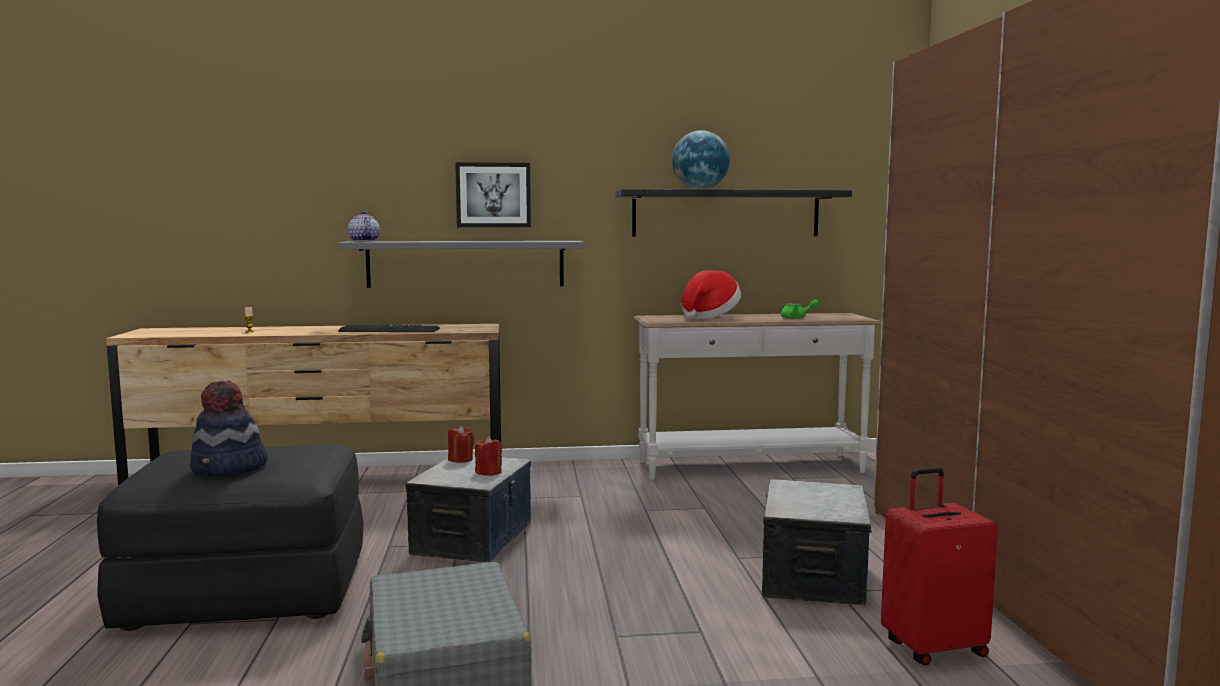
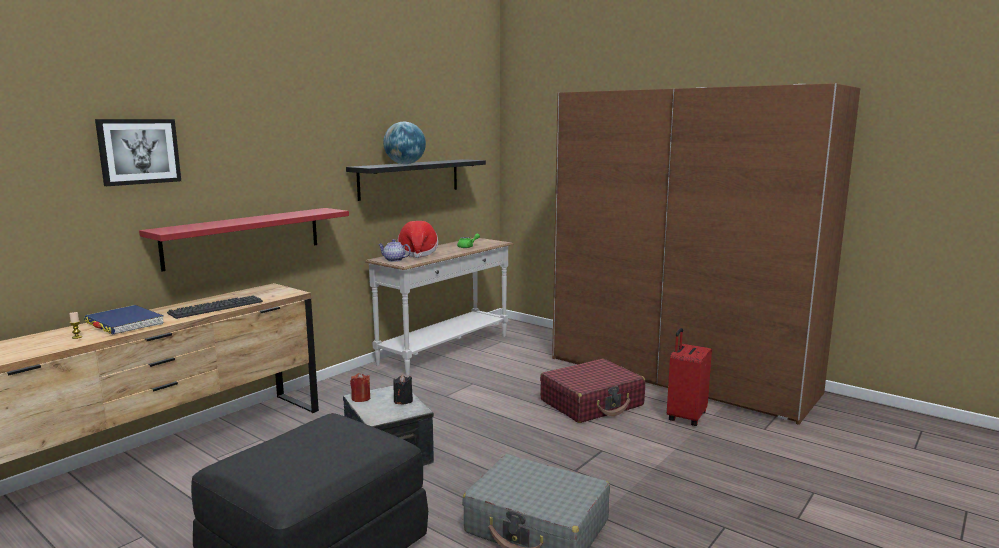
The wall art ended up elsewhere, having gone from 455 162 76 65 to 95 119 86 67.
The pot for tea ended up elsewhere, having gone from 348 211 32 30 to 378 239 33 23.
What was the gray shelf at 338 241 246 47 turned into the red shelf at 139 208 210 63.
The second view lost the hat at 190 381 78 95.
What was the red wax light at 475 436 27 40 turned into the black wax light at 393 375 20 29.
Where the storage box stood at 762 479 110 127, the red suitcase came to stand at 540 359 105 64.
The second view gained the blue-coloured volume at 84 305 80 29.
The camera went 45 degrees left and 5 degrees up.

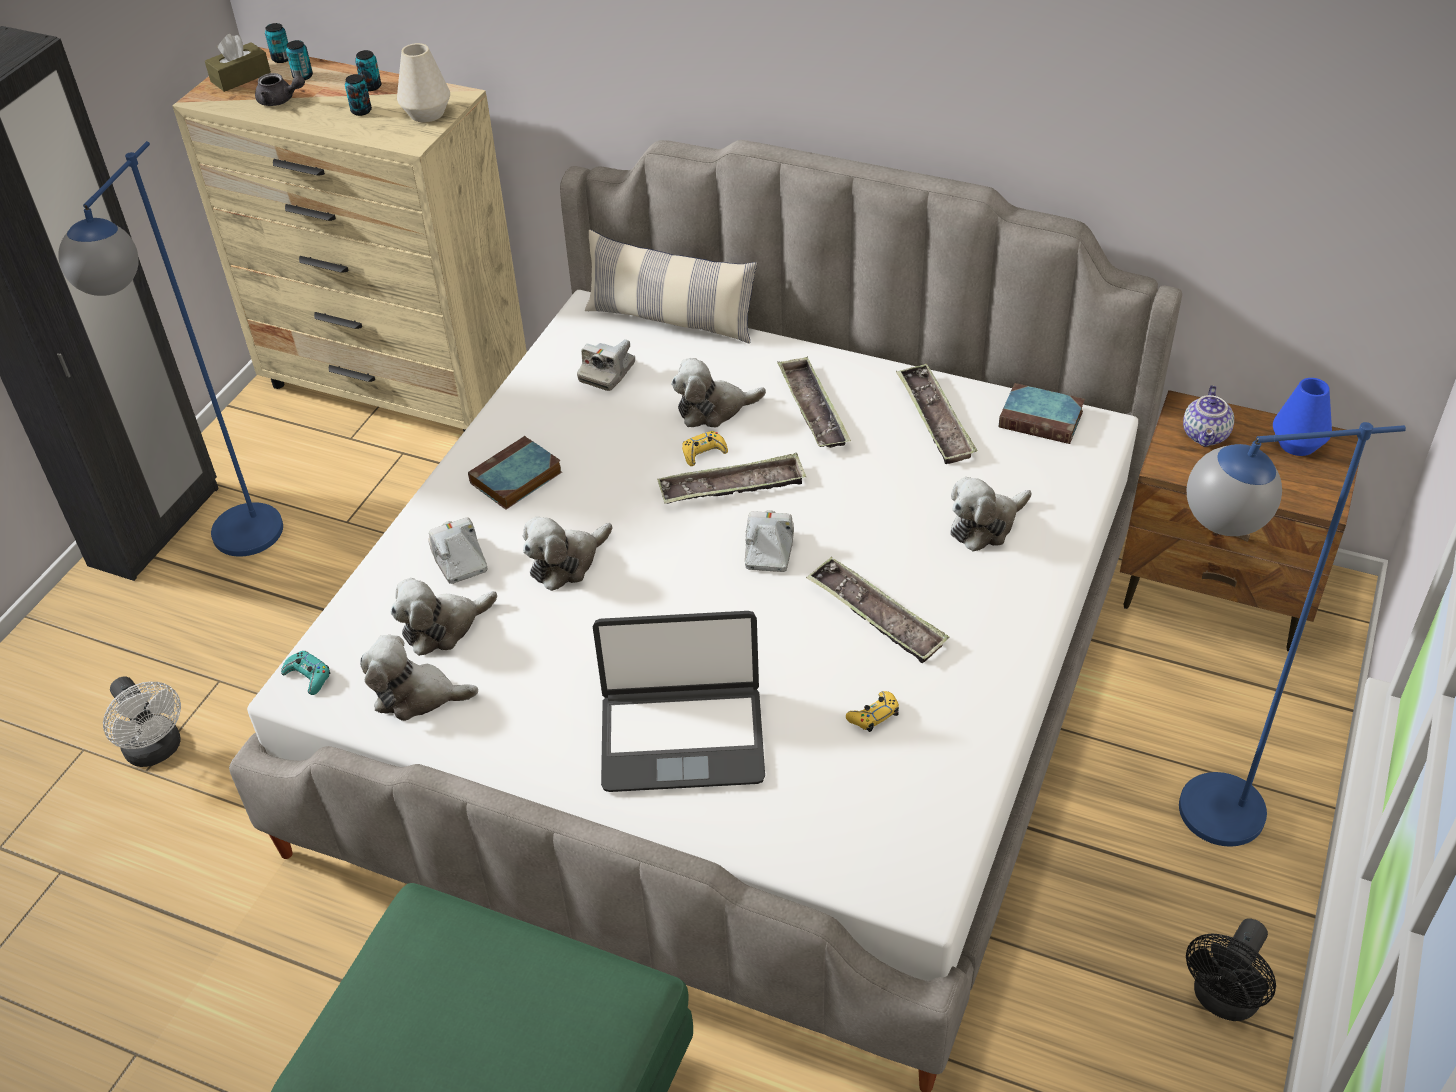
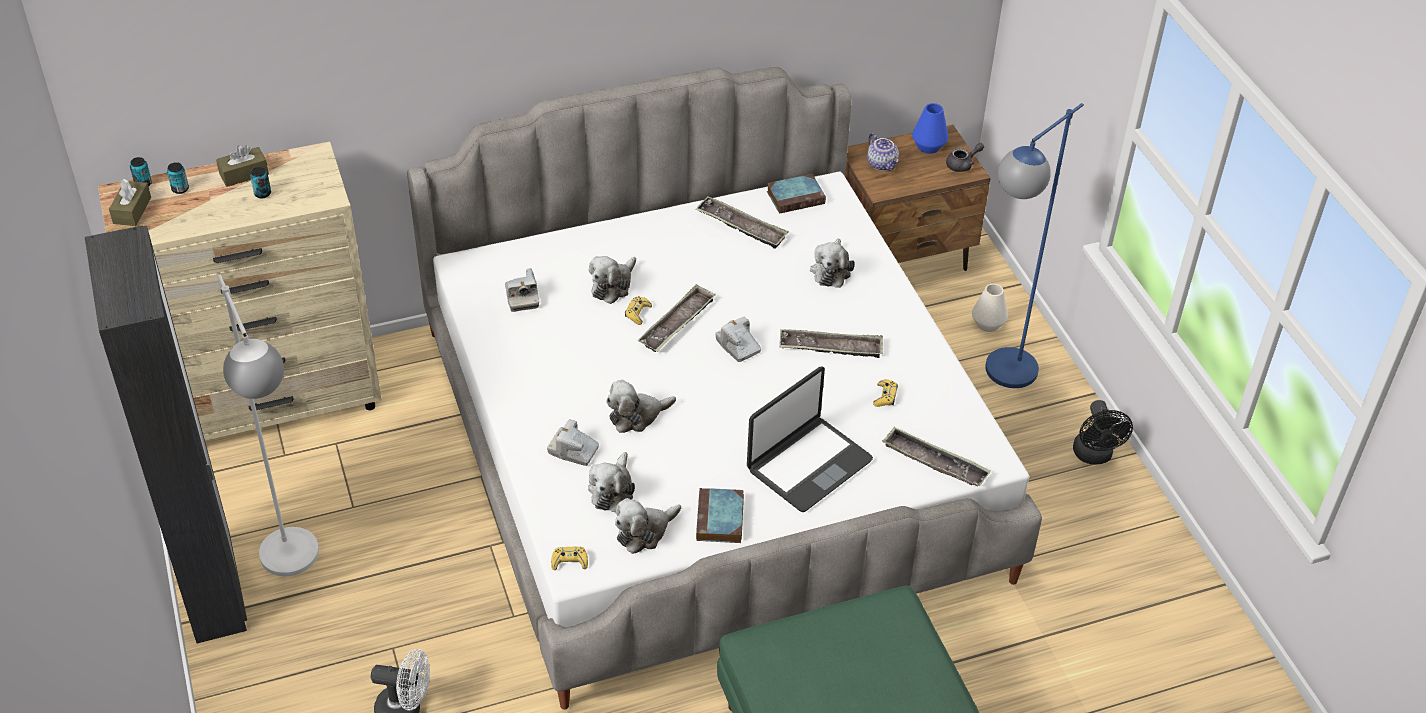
The white flower vase ended up elsewhere, having gone from 397 43 53 80 to 972 284 36 48.
Where the metal can stood at 355 50 26 41, the brown tissue holder came to stand at 216 145 53 42.
The gray pot for tea ended up elsewhere, having gone from 255 73 50 33 to 946 143 38 29.
What was the blue-coloured standard lamp at 58 141 225 415 turned into the white standard lamp at 217 274 102 302.
The second view lost the cushion at 585 229 172 115.
The tray ended up elsewhere, having gone from 777 357 74 91 to 882 426 109 60.
The volume ended up elsewhere, having gone from 468 436 94 74 to 696 488 48 55.
The cuddly toy at 523 516 90 75 ended up facing another way, 60 degrees clockwise from before.
What was the turquoise-coloured gamepad at 281 651 49 44 turned into the yellow-coloured gamepad at 551 547 37 23.
The camera went 45 degrees left and 0 degrees up.

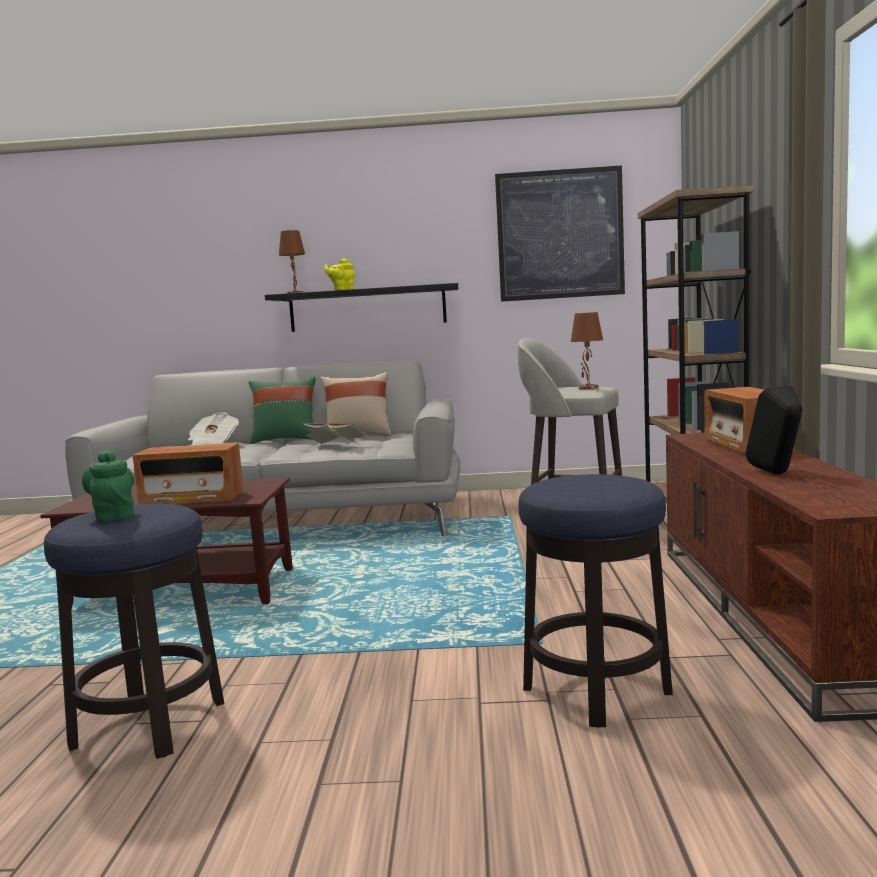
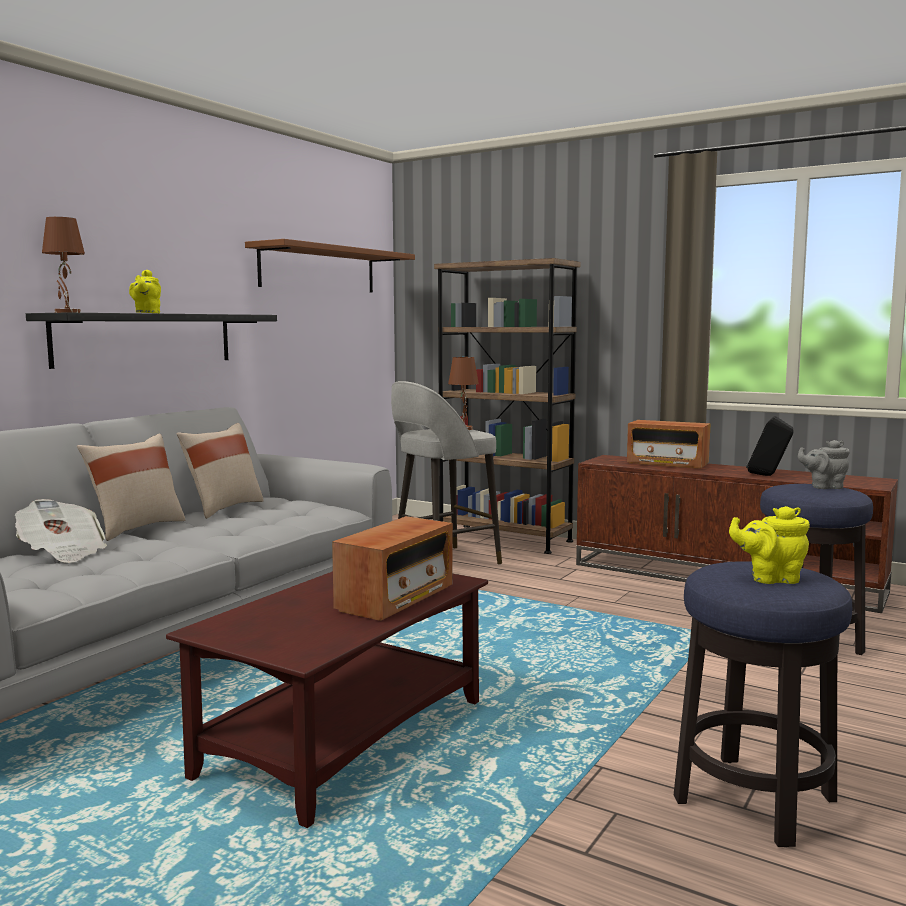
Where the wall art hung at 495 165 130 137, the brown shelf came to hang at 245 239 170 54.
What was the greenish cushion at 249 377 67 67 turned into the beige cushion at 77 434 108 107.
The second view lost the volume at 303 423 64 21.
What was the greenish pot for tea at 82 450 52 73 turned into the yellow-coloured pot for tea at 729 506 81 78.
The second view gained the gray pot for tea at 798 440 52 49.
The camera went 60 degrees left and 0 degrees up.

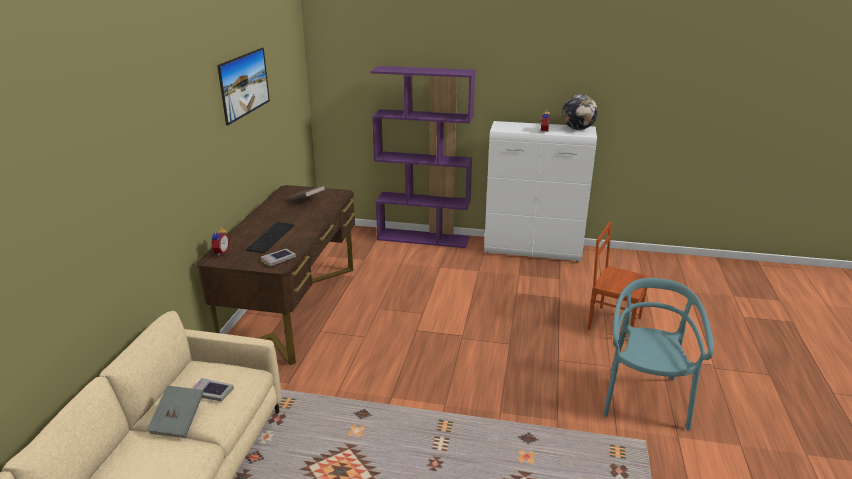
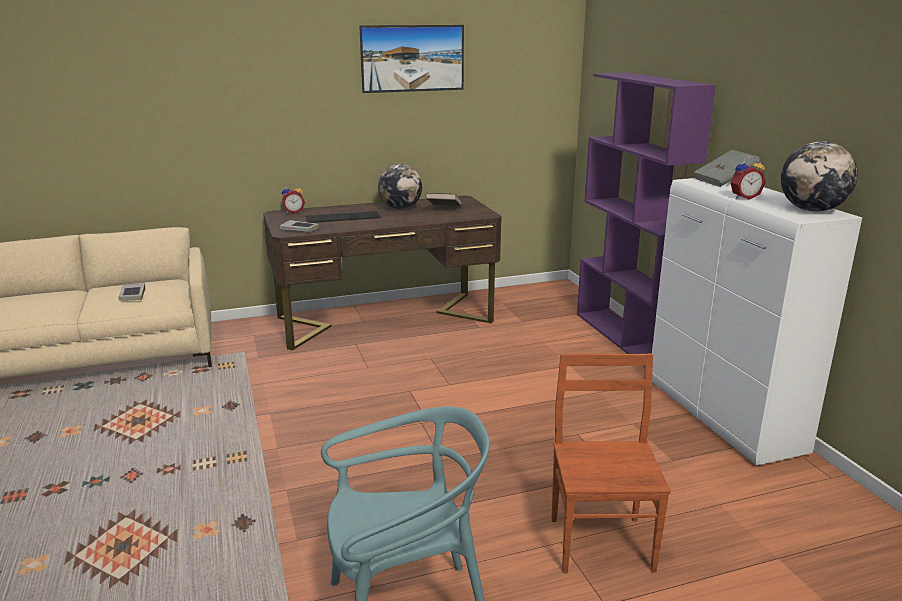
The gray volume ended up elsewhere, having gone from 147 386 57 52 to 694 150 66 37.
The second view gained the desk globe at 378 164 44 45.
The camera went 60 degrees right and 5 degrees down.

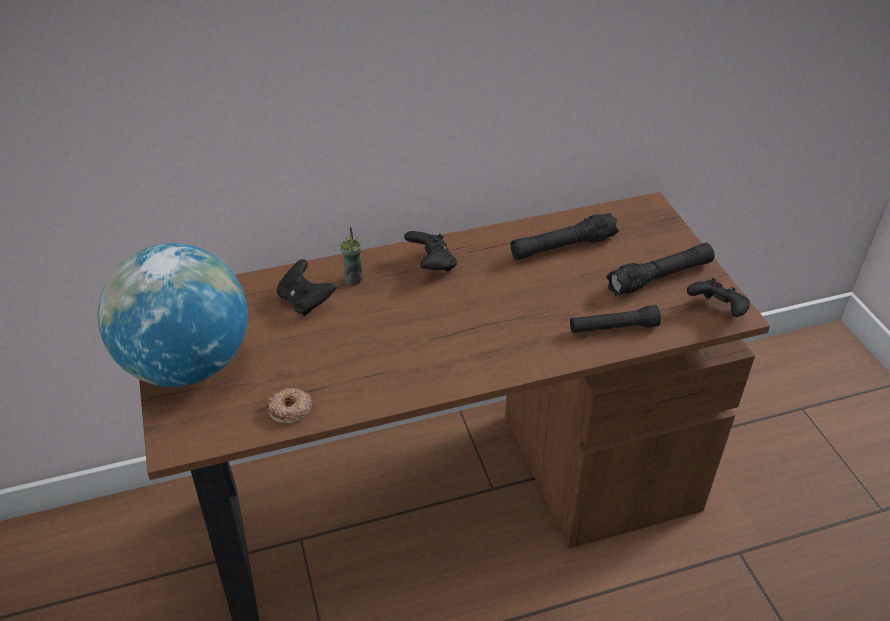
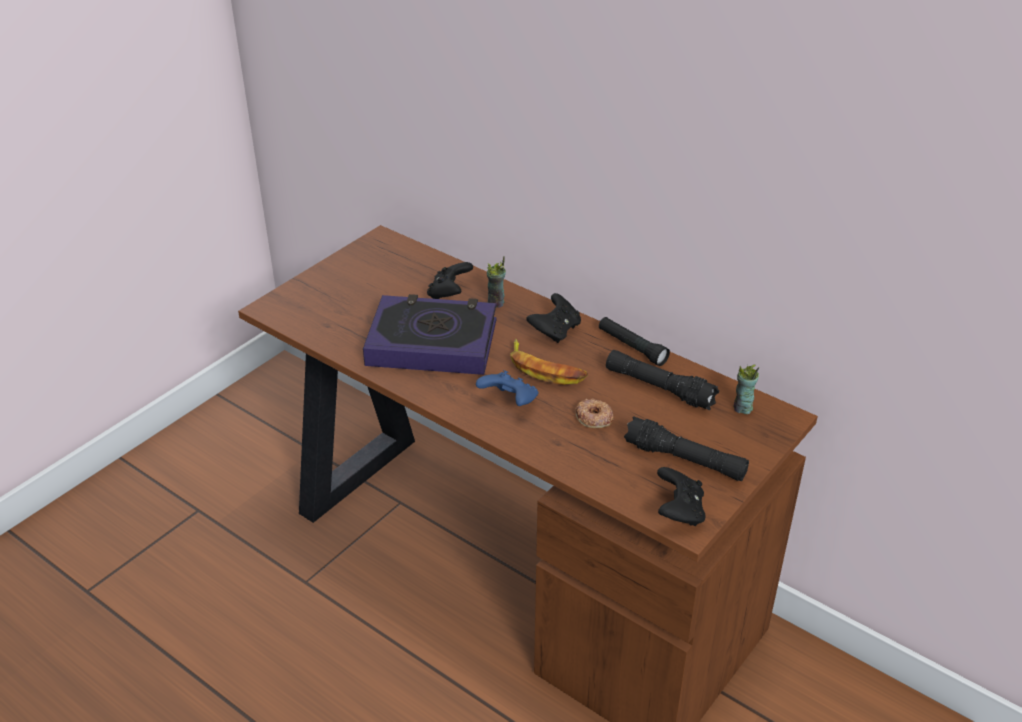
The second view lost the desk globe at 98 243 150 144.
The black torch ended up elsewhere, having gone from 570 305 91 28 to 599 317 71 49.
The ring doughnut ended up elsewhere, having gone from 267 388 45 35 to 575 398 39 30.
The second view gained the volume at 363 294 134 81.
The second view gained the banana at 510 339 78 46.
The second view gained the cup at 733 364 26 50.
The second view gained the blue-coloured gamepad at 476 370 63 36.
The camera went 55 degrees right and 5 degrees down.

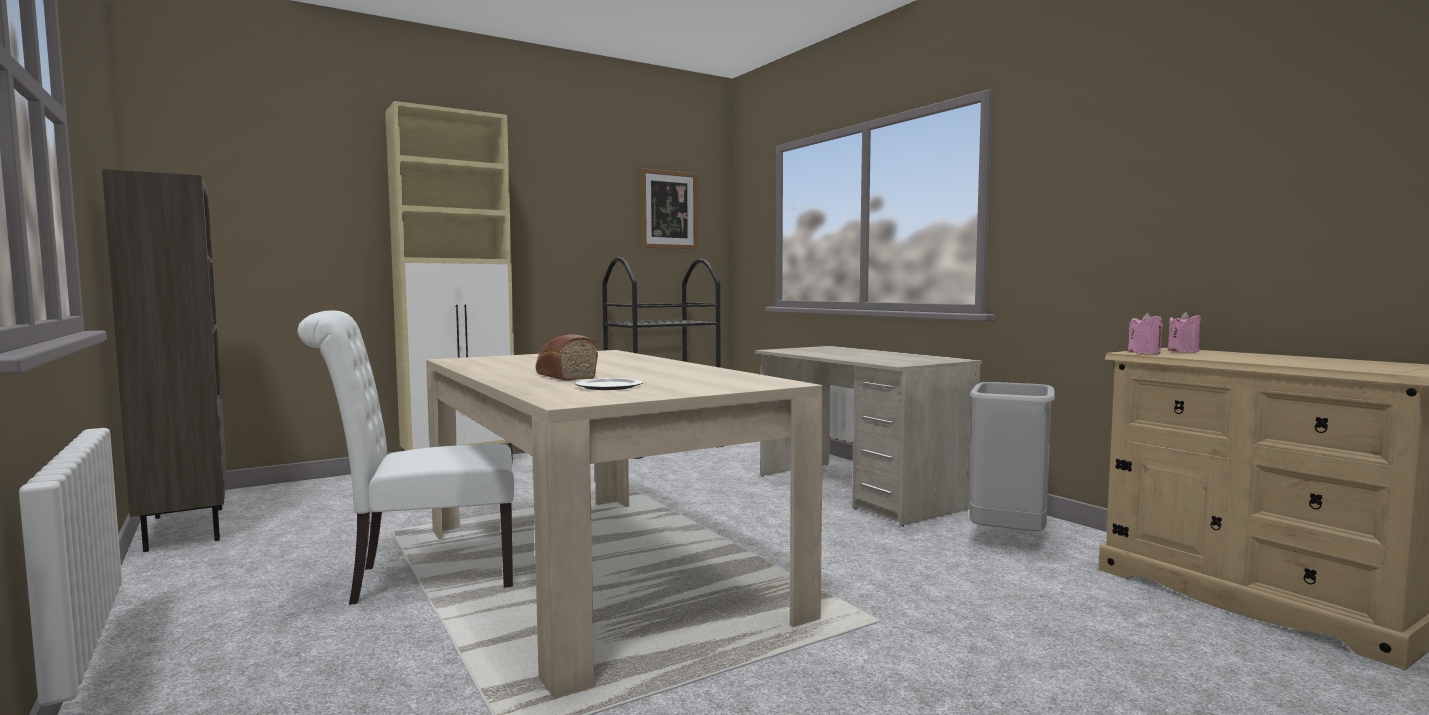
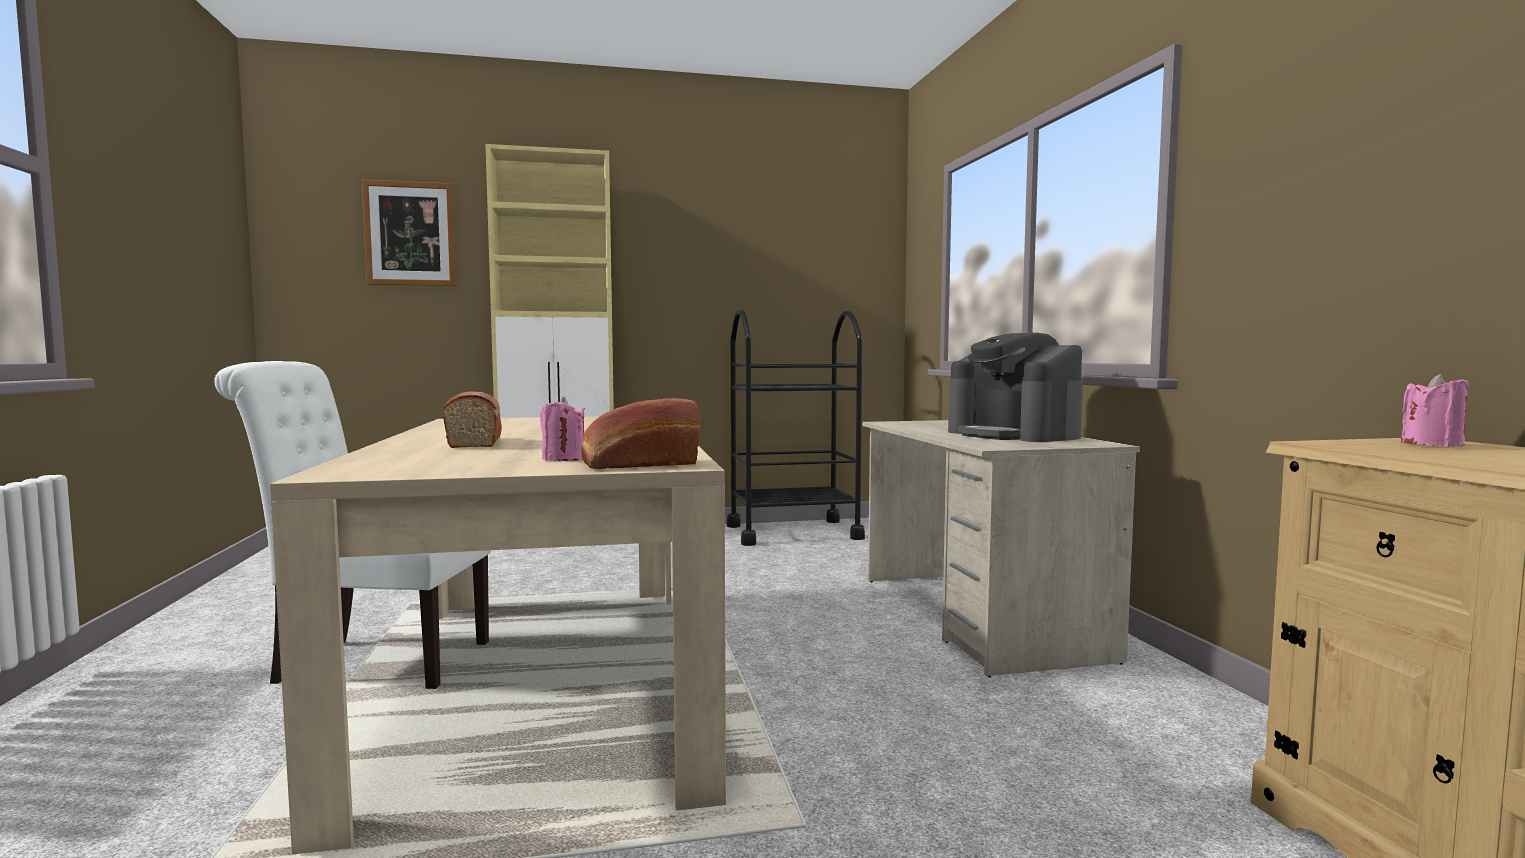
The wall art ended up elsewhere, having gone from 641 168 57 81 to 362 179 94 107.
The second view lost the brown bookshelf at 102 169 125 383.
The pink-coloured wax light ended up elsewhere, having gone from 1128 313 35 41 to 540 397 45 64.
The second view lost the flat dish at 575 378 68 12.
The second view lost the gray trash can at 969 382 86 149.
The second view gained the coffee maker at 948 333 135 109.
The second view gained the baked bread at 581 398 119 71.
The camera went 20 degrees right and 0 degrees up.

